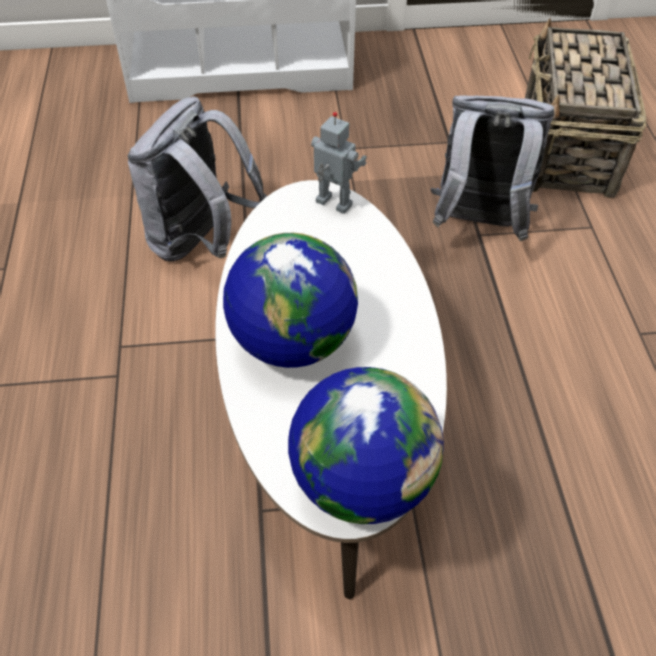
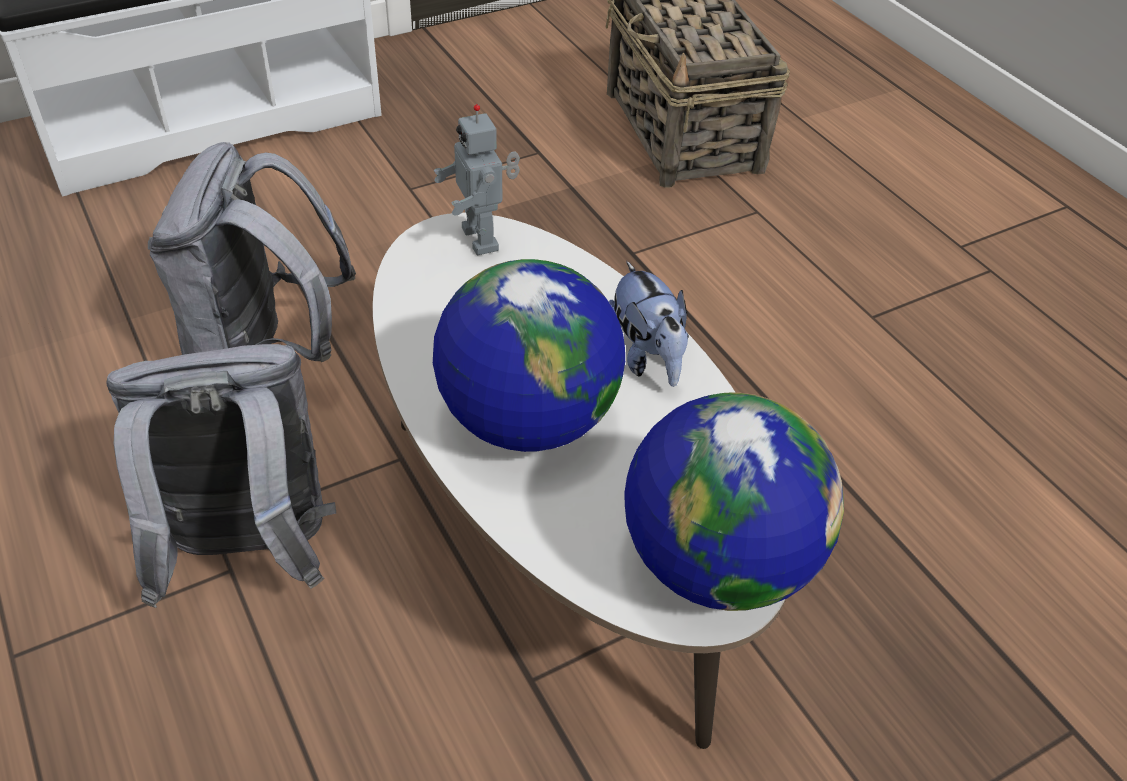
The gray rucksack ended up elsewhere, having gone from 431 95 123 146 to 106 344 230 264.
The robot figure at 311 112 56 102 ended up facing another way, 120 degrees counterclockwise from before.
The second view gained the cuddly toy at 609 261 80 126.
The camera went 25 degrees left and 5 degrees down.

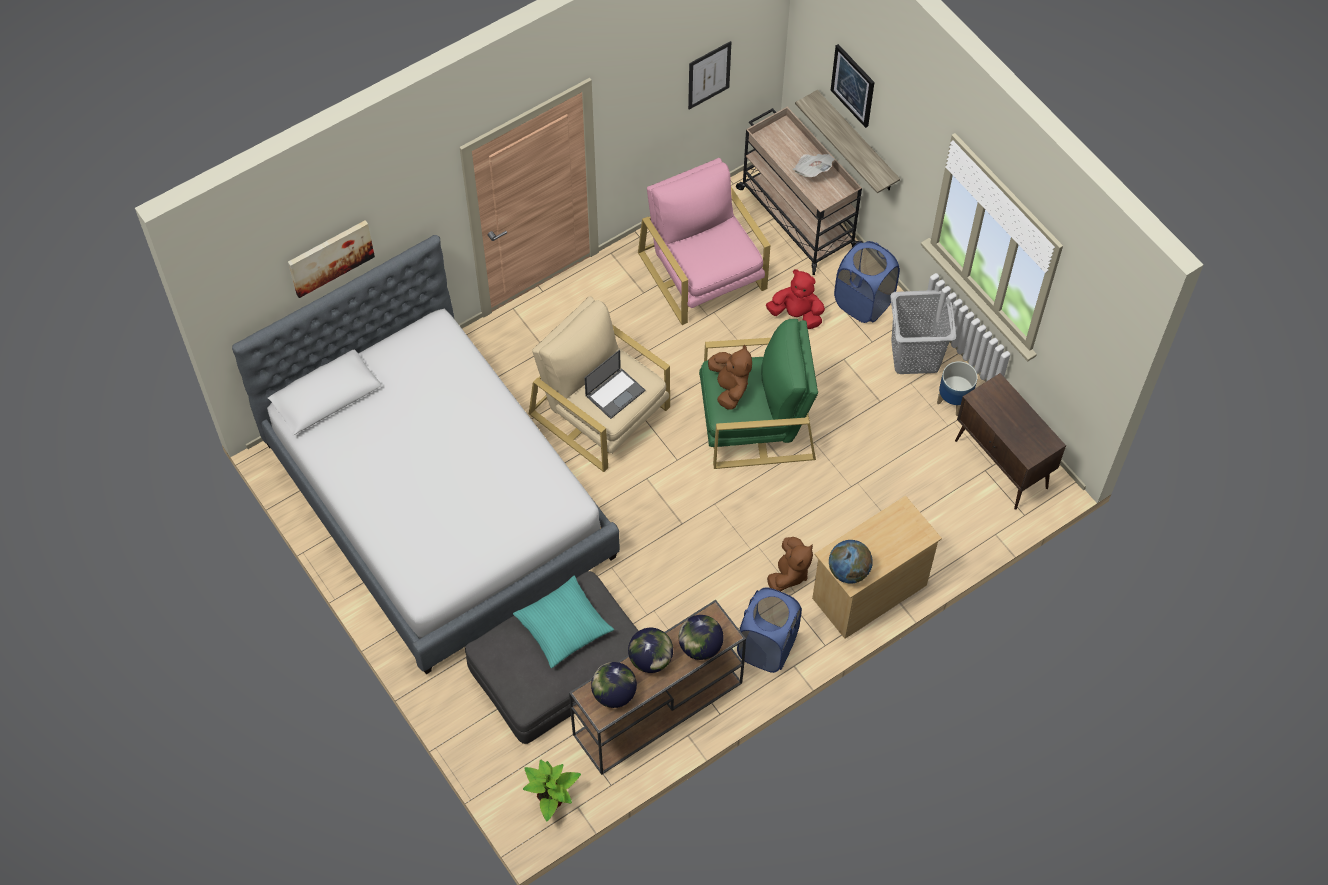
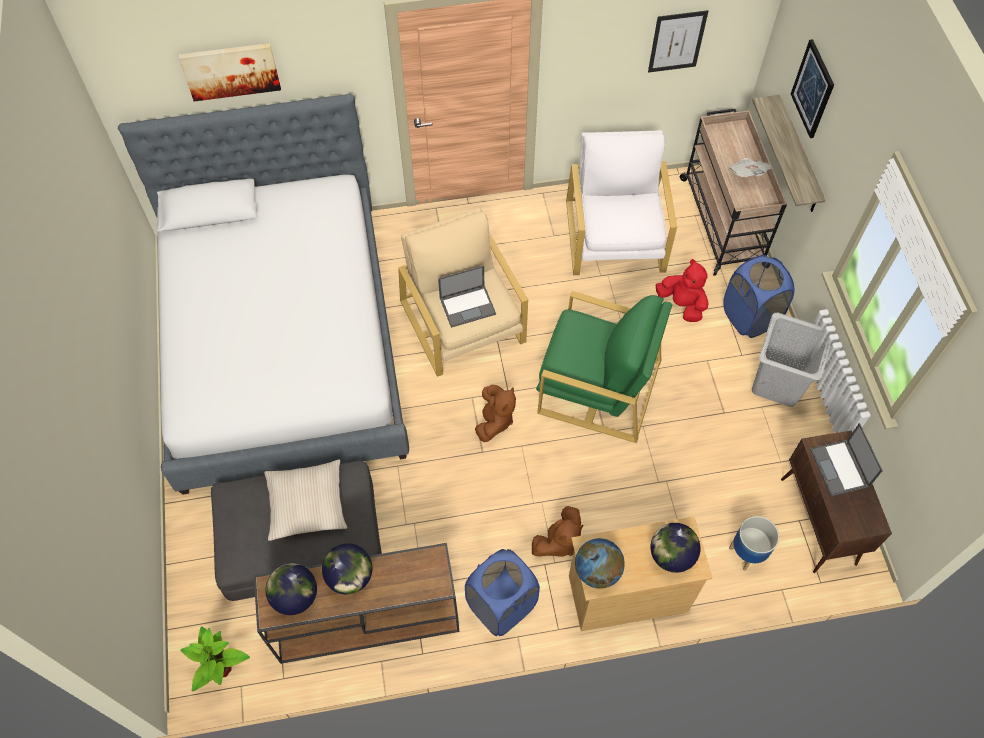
What was the pink-coloured lounge chair at 638 158 132 167 turned into the white lounge chair at 566 130 111 145.
The brown cuddly toy ended up elsewhere, having gone from 708 344 44 65 to 475 385 41 57.
The flower pot ended up elsewhere, having gone from 937 361 41 55 to 729 516 50 55.
What was the turquoise-coloured cushion at 513 576 101 92 turned into the beige cushion at 264 459 83 82.
The desk globe ended up elsewhere, having gone from 679 615 45 45 to 651 523 50 50.
The second view gained the notebook computer at 810 423 73 73.
The camera went 25 degrees right and 0 degrees up.

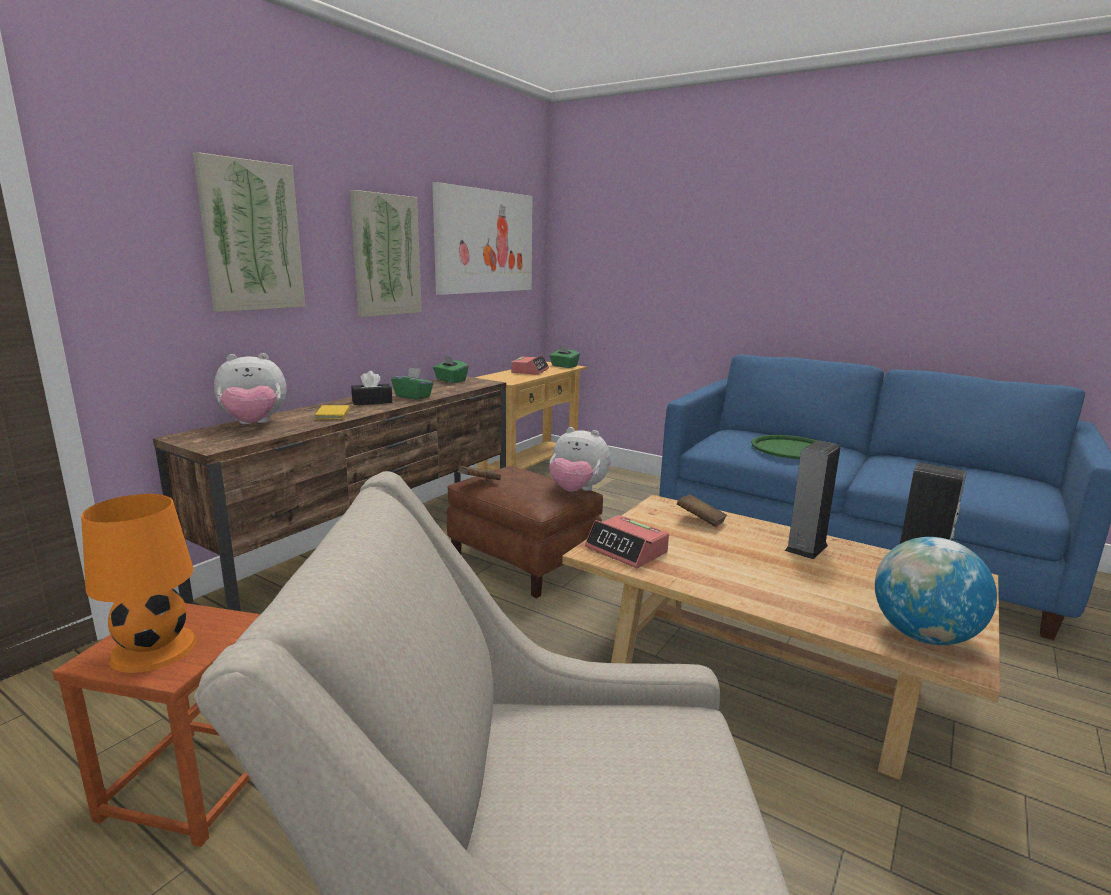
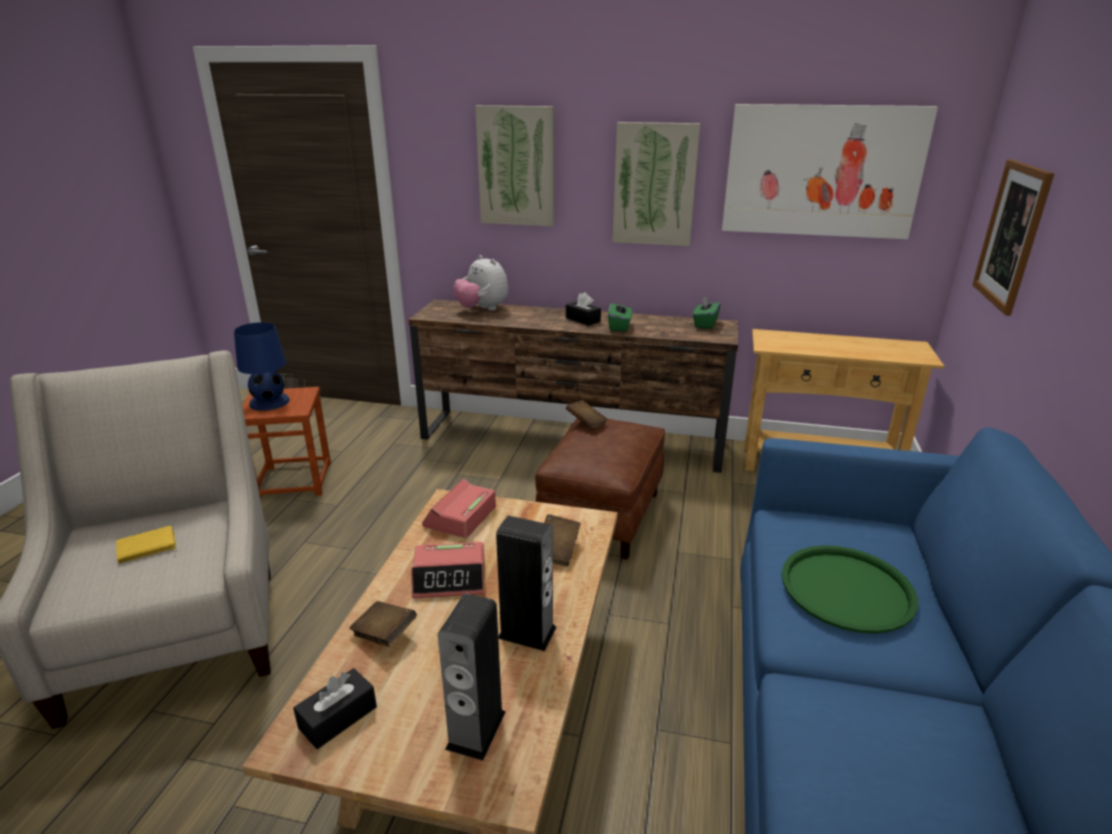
The second view lost the greenish tissue holder at 550 345 30 23.
The bedside clock ended up elsewhere, having gone from 511 355 38 20 to 411 542 73 57.
The yellow-coloured volume ended up elsewhere, having gone from 315 404 41 16 to 116 526 61 37.
The second view lost the cuddly toy at 549 427 62 65.
What was the orange-coloured table lamp at 81 494 116 179 turned into the blue-coloured table lamp at 234 322 56 89.
Where the desk globe stood at 875 537 122 108, the black tissue holder came to stand at 293 668 84 81.
The second view gained the wall art at 972 159 82 157.
The second view gained the brown volume at 349 601 68 46.
The camera went 70 degrees right and 10 degrees up.

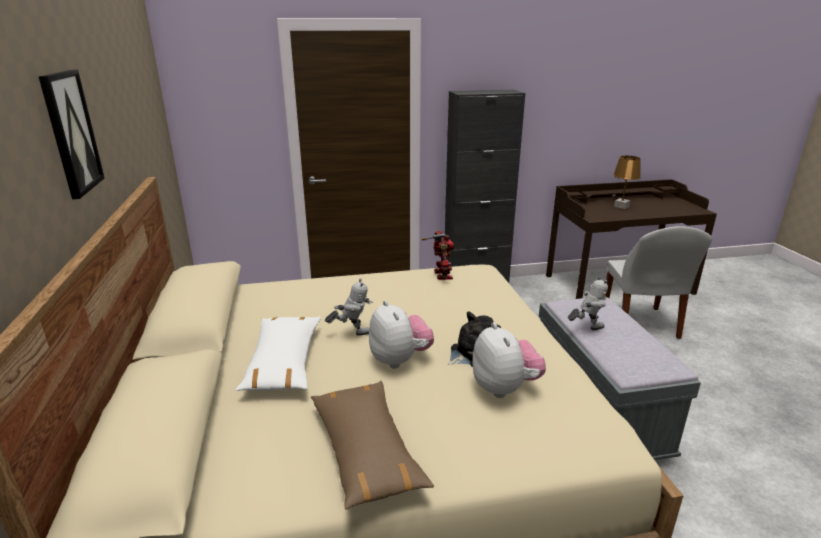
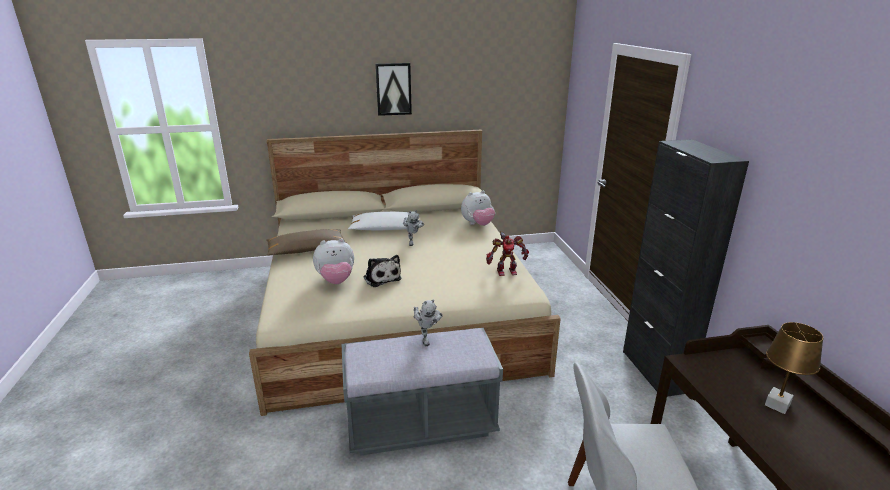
The cuddly toy ended up elsewhere, having gone from 369 300 65 69 to 461 191 34 35.
The camera went 90 degrees right and 0 degrees up.

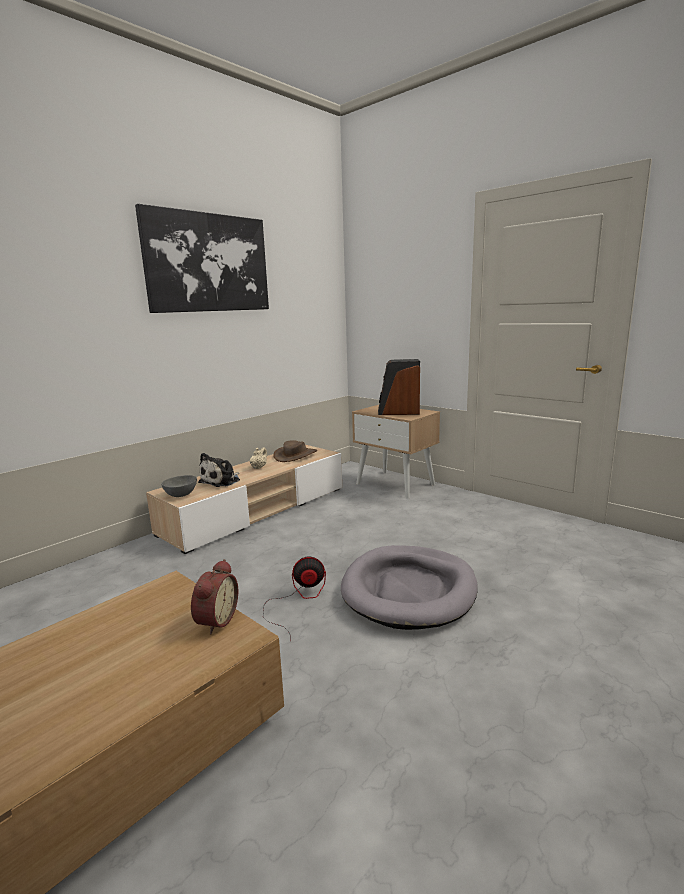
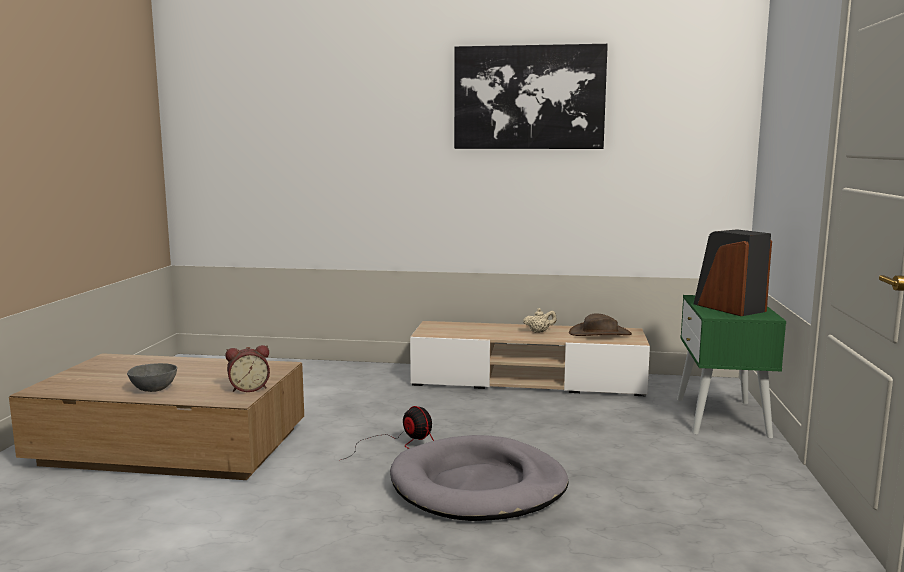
What was the beige night table at 352 405 88 94 turned into the greenish night table at 677 295 109 143.
The second view lost the cuddly toy at 198 453 42 34.
The gray bowl ended up elsewhere, having gone from 161 475 36 22 to 127 363 50 29.
The camera went 55 degrees right and 5 degrees down.

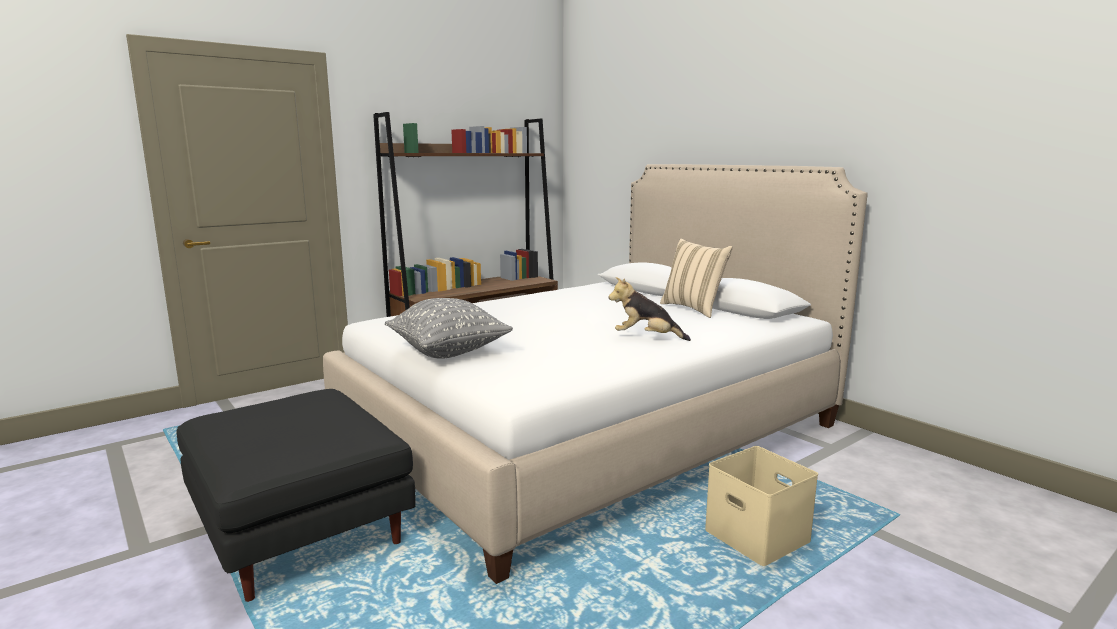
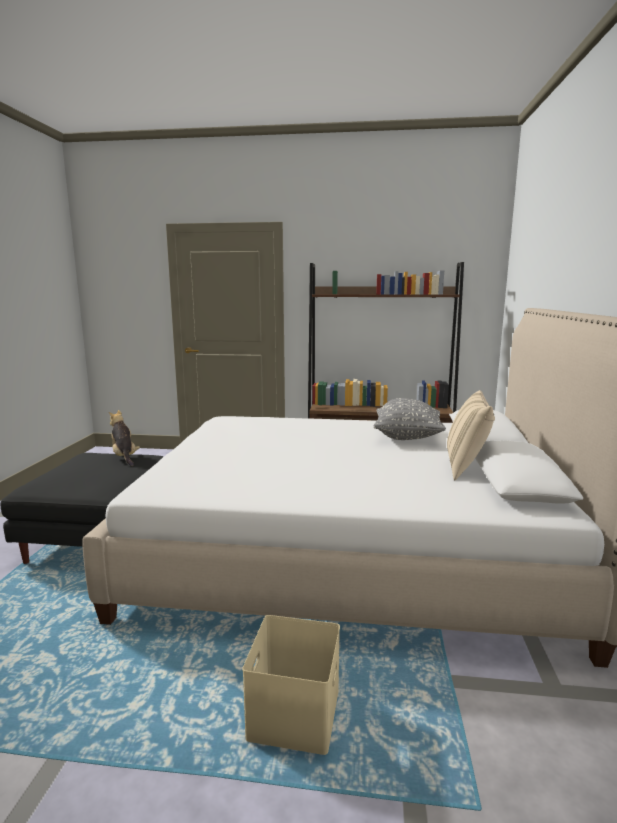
The cuddly toy ended up elsewhere, having gone from 608 277 83 64 to 109 410 31 56.
The gray cushion ended up elsewhere, having gone from 385 298 128 61 to 374 398 72 42.
The camera went 45 degrees right and 0 degrees up.

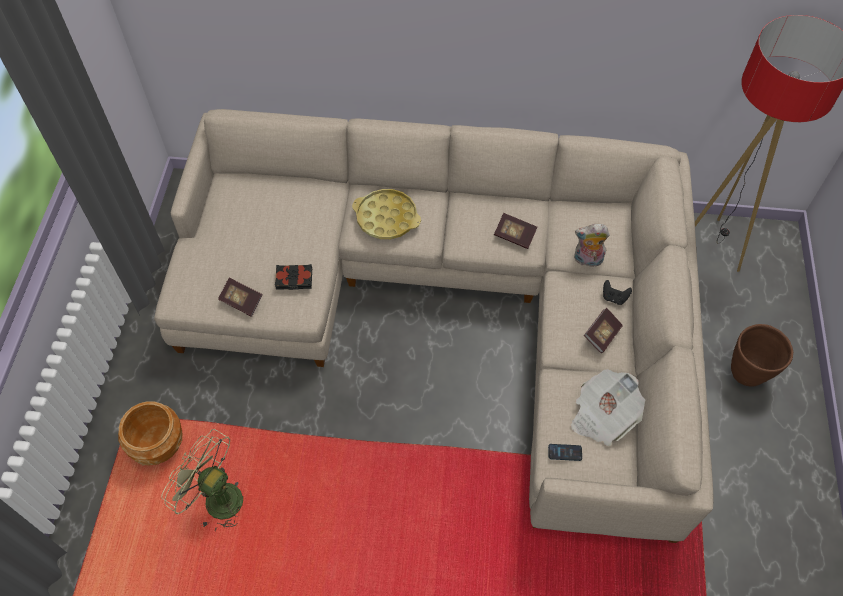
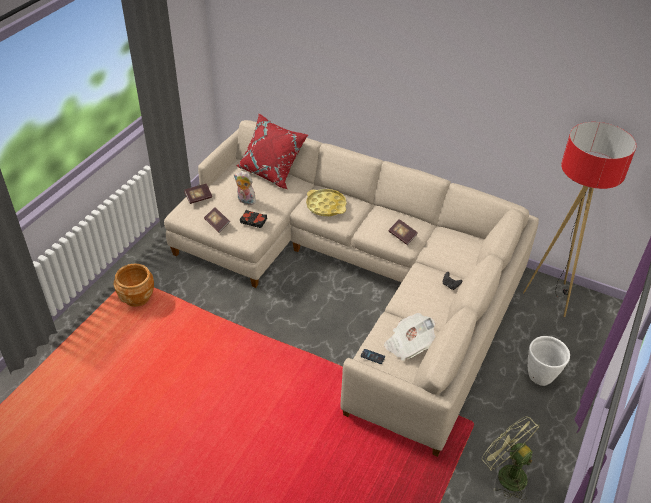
The cuddly toy ended up elsewhere, having gone from 574 224 35 43 to 234 171 23 34.
The volume ended up elsewhere, having gone from 584 308 39 45 to 184 183 28 21.
What was the brown flower pot at 731 324 62 63 turned into the white flower pot at 527 336 43 50.
The greenish cooling fan ended up elsewhere, having gone from 161 429 82 102 to 482 416 57 84.
The second view gained the red cushion at 236 113 72 76.
The camera went 20 degrees right and 15 degrees down.

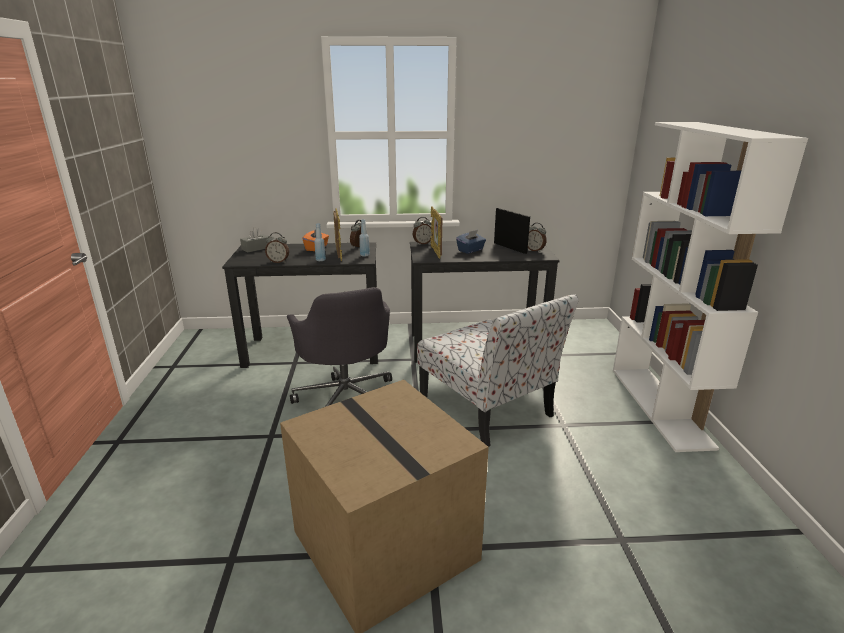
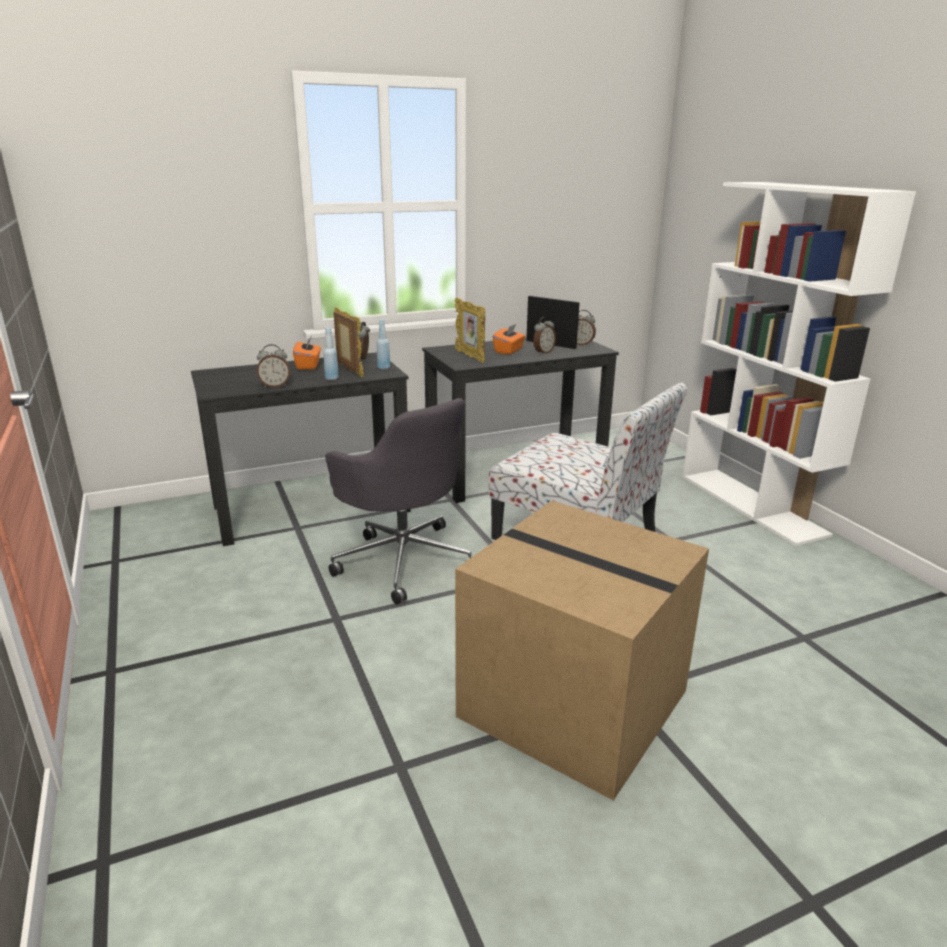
The bedside clock ended up elsewhere, having gone from 413 217 19 28 to 533 317 23 38.
The second view lost the gray tissue holder at 240 227 31 26.
What was the blue-coloured tissue holder at 456 230 30 24 turned into the orange-coloured tissue holder at 493 324 32 31.
The camera went 20 degrees left and 0 degrees up.

